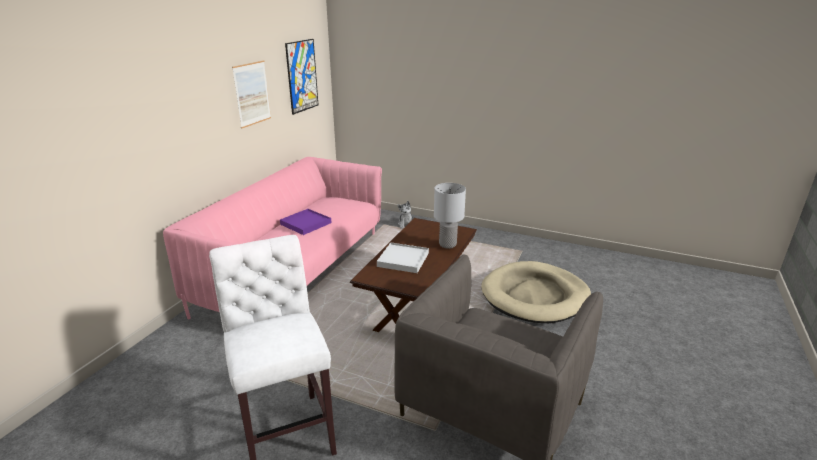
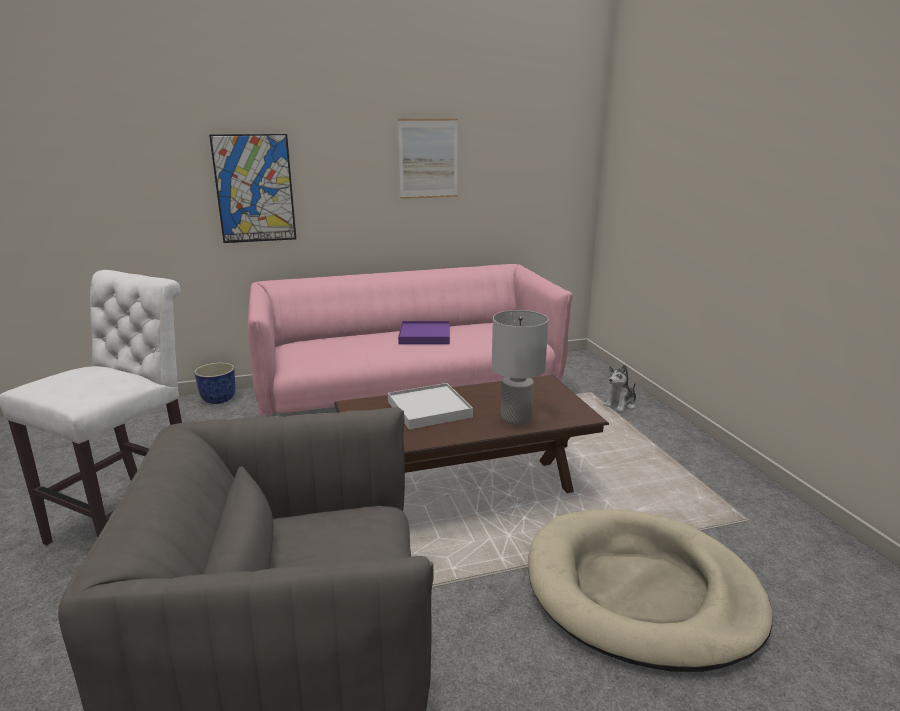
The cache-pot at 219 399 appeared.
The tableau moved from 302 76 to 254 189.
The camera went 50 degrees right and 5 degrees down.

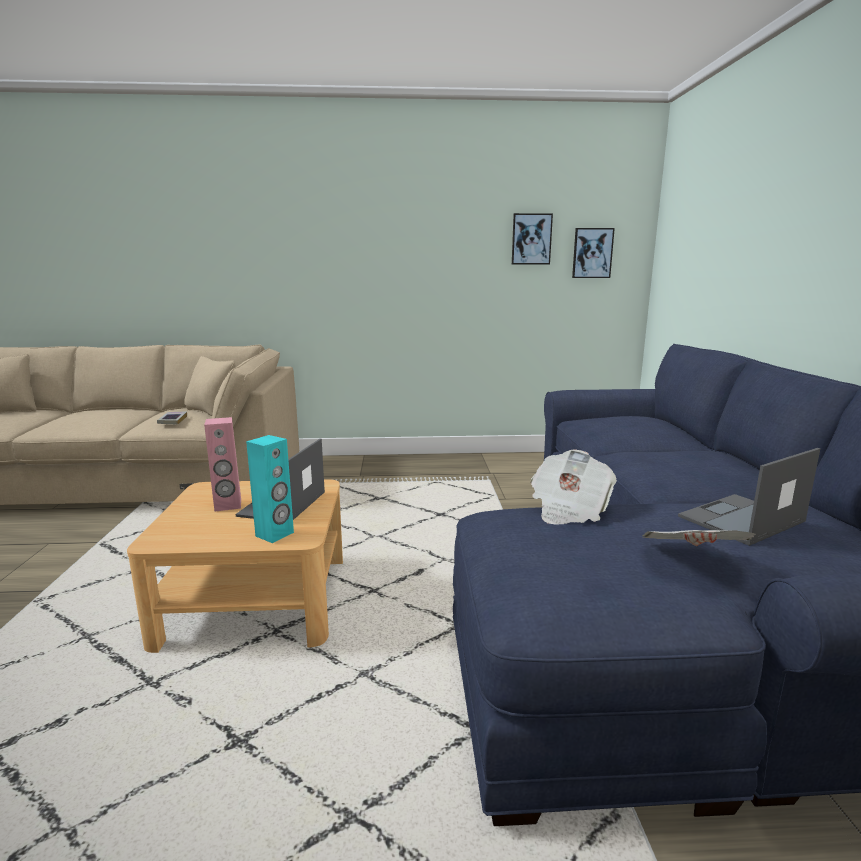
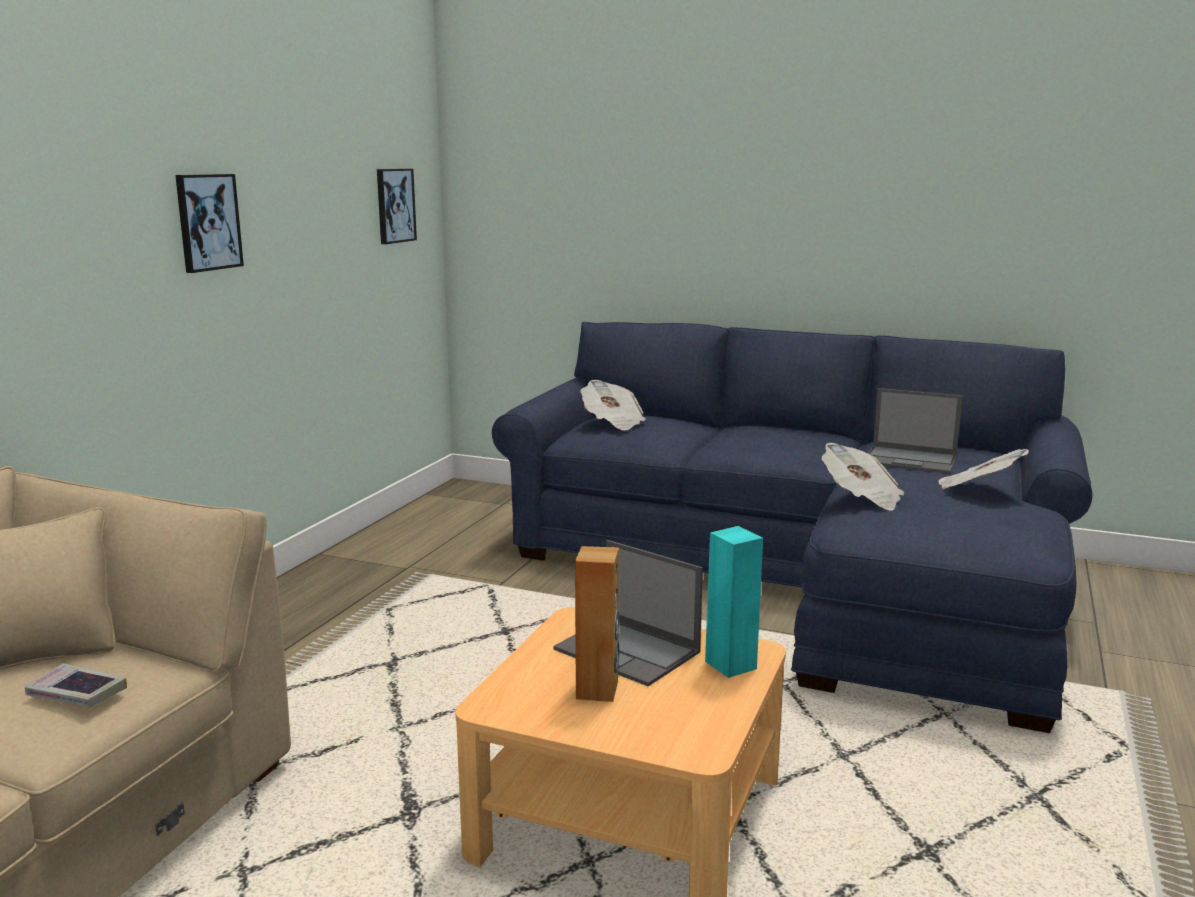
The tableau moved from 531 239 to 208 222.
The enceinte/rose at 228 505 became the enceinte/marron at 598 690.
The journal at 613 422 appeared.
The ordinateur portable at 741 519 turned 60 degrees counterclockwise.
The camera went 65 degrees left and 0 degrees up.

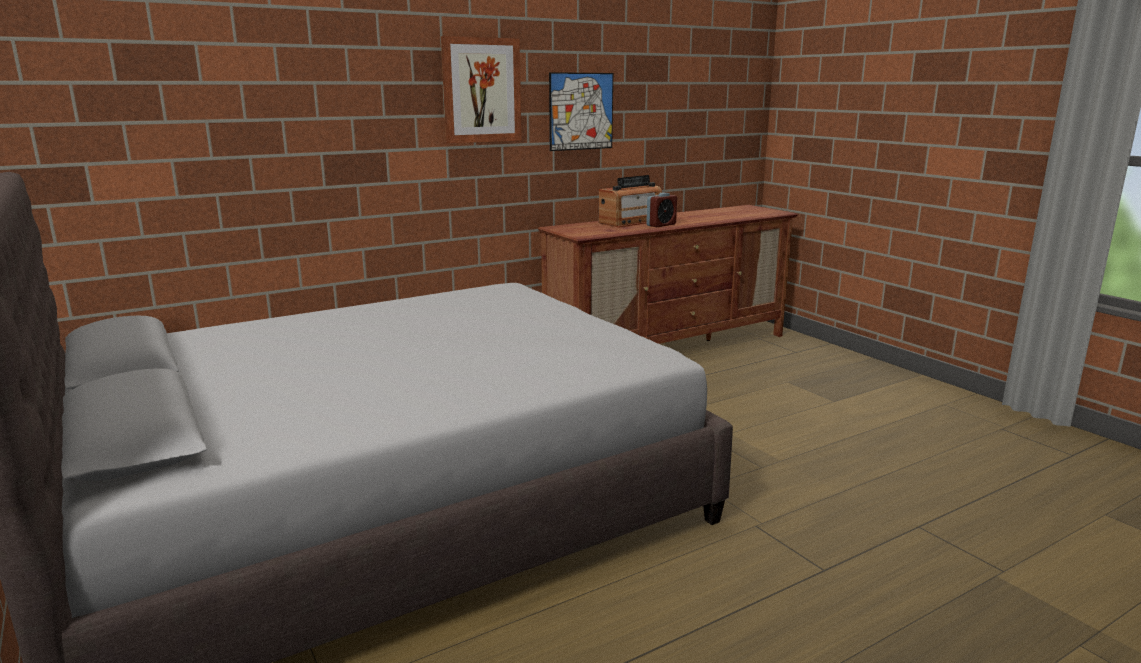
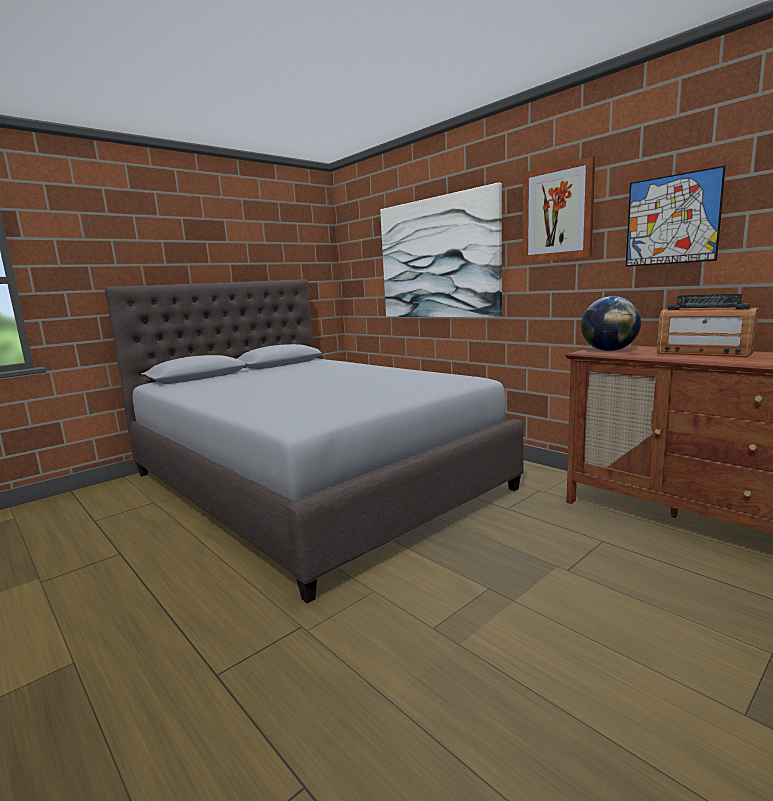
The tableau at 437 258 appeared.
The globe at 608 350 appeared.
The réveil at 661 225 disappeared.
The camera went 80 degrees right and 5 degrees down.

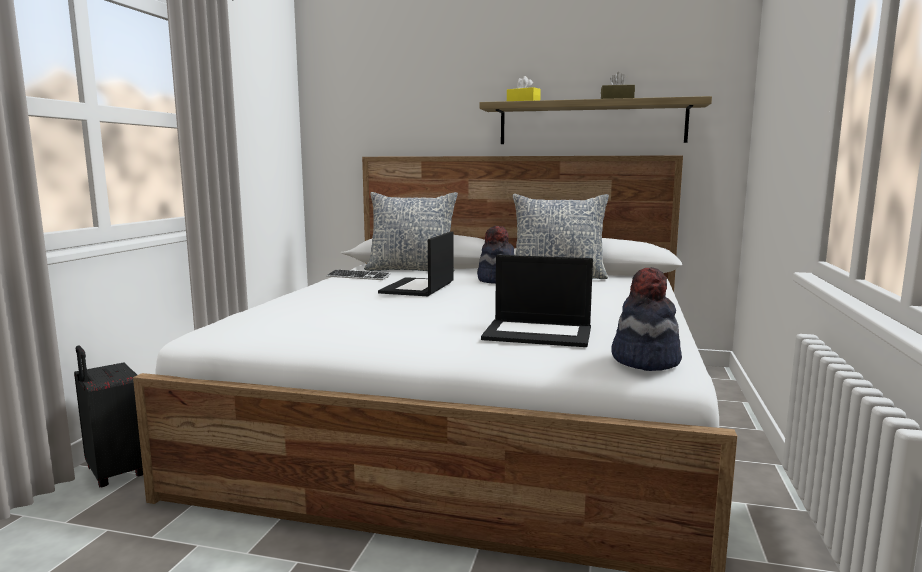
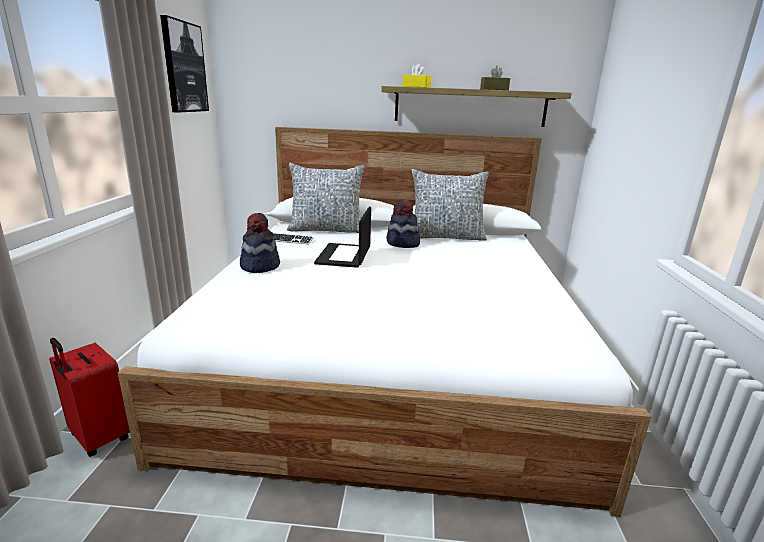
The valise/noir at 114 473 became the valise/rouge at 98 438.
The tableau at 184 67 appeared.
The chapeau moved from 644 360 to 259 266.
The ordinateur portable at 539 333 disappeared.
The camera went 10 degrees left and 10 degrees up.

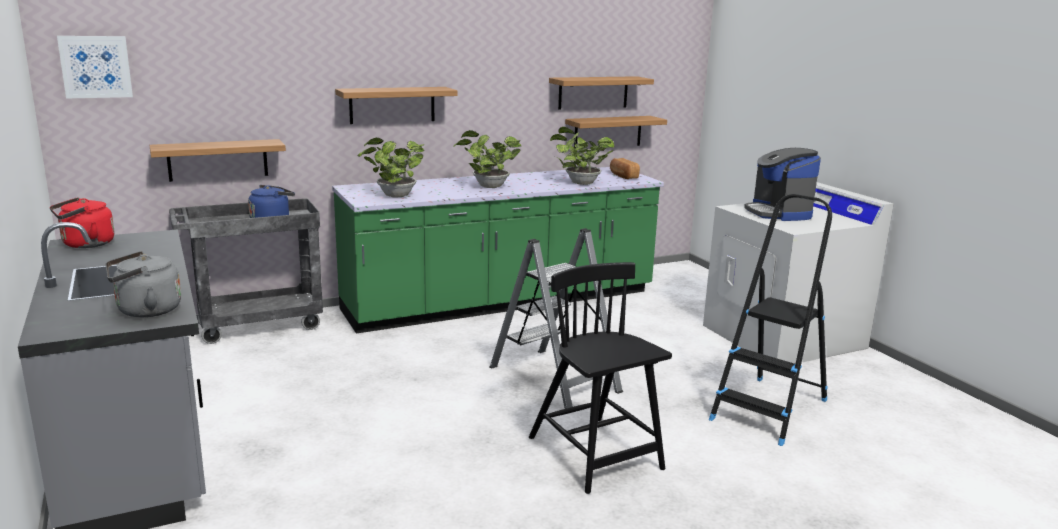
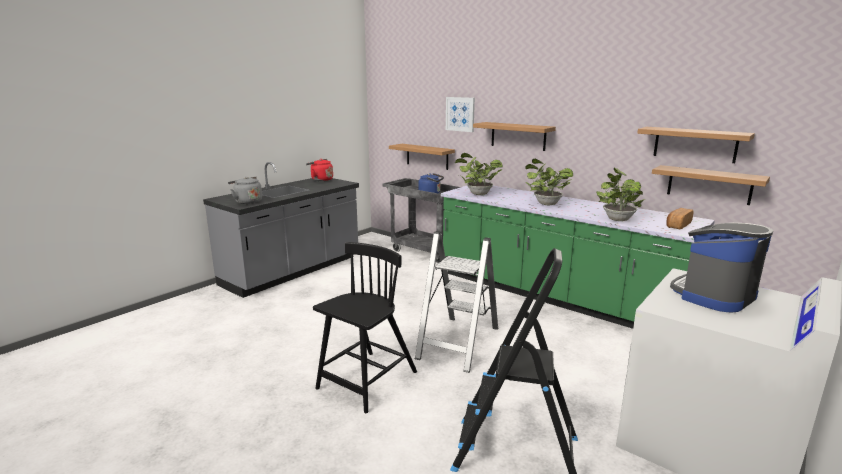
The tableau moved from 96 67 to 460 114.
The camera went 65 degrees right and 0 degrees up.

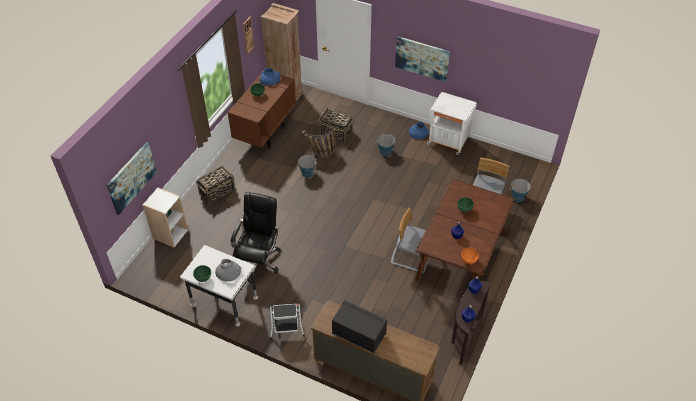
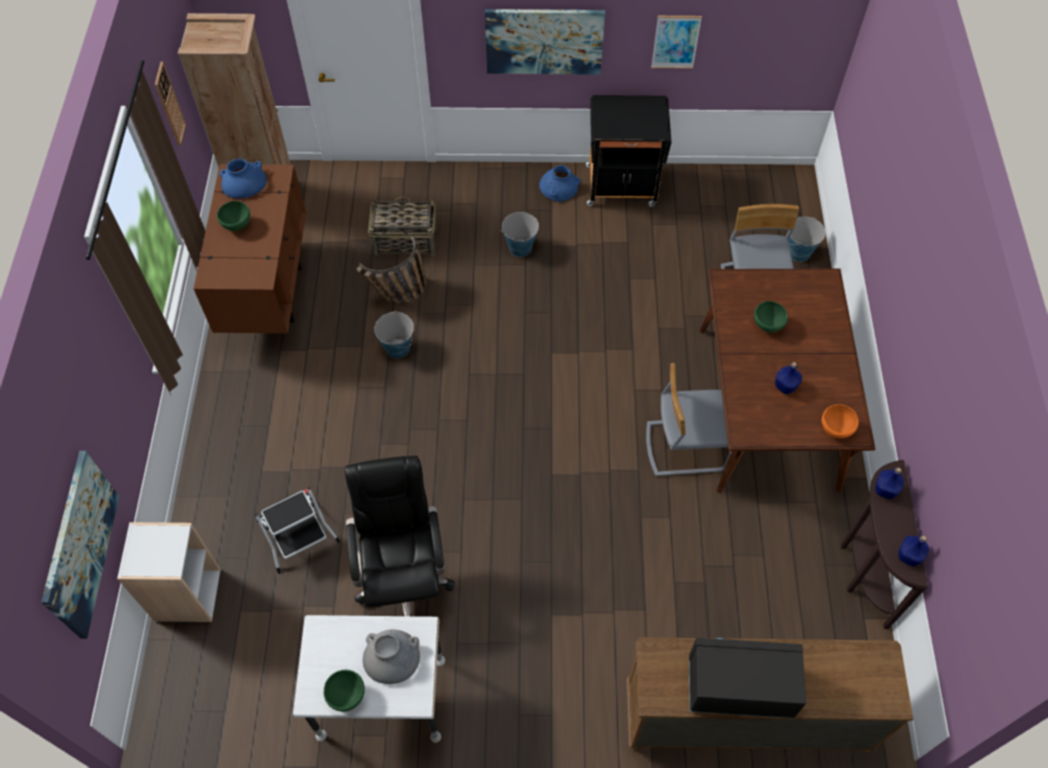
The escabeau moved from 286 325 to 297 533.
The chariot/blanc at 448 142 became the chariot/noir at 622 186.
The tableau at 675 42 appeared.
The panier at 217 191 disappeared.
The camera went 25 degrees left and 10 degrees up.

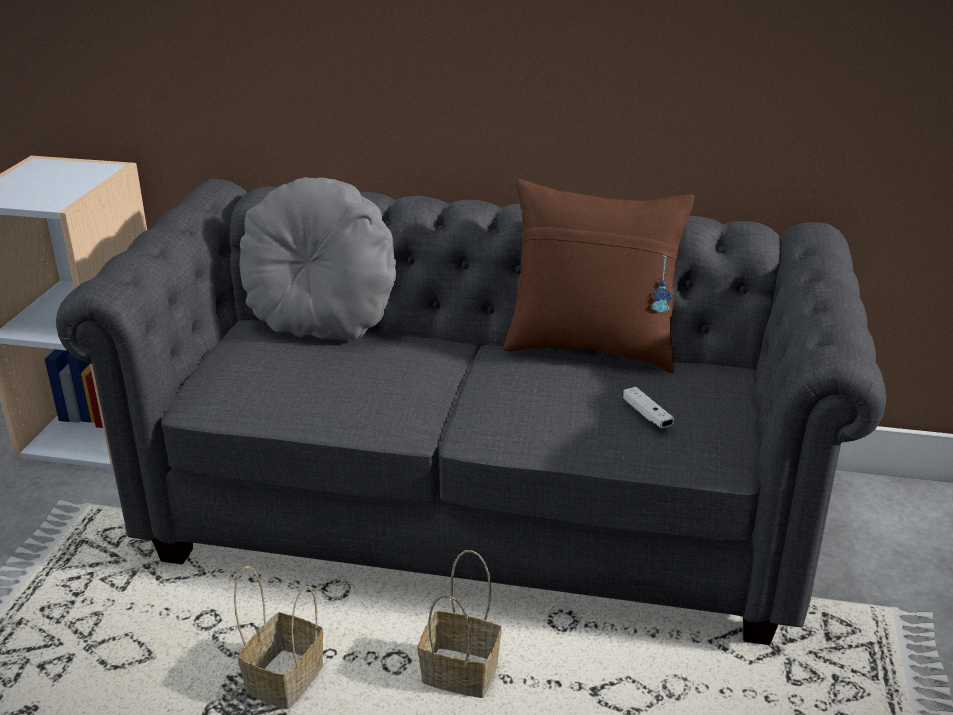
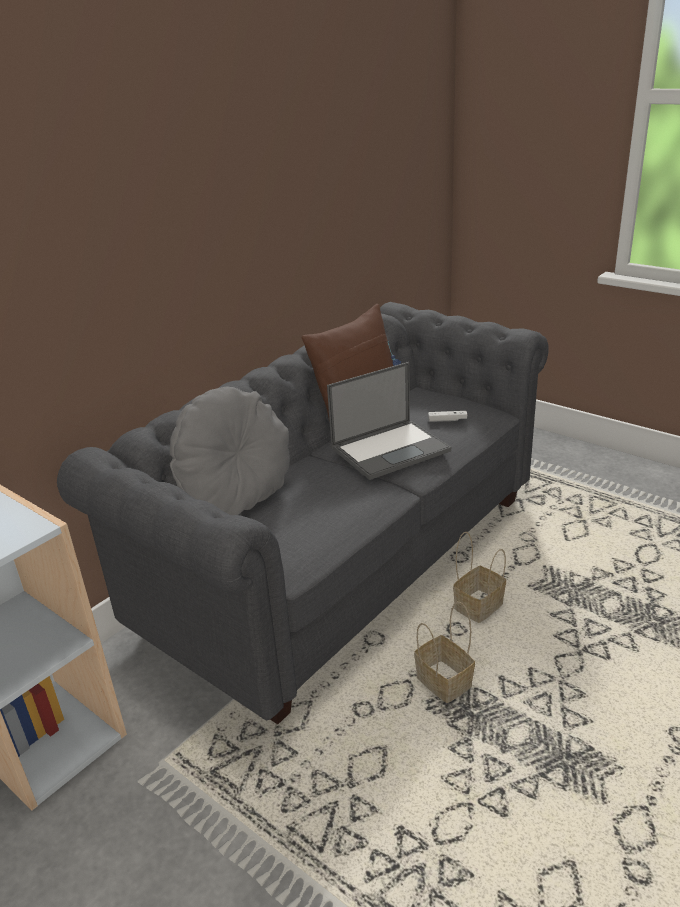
The ordinateur portable at 391 449 appeared.
The camera went 60 degrees left and 0 degrees up.

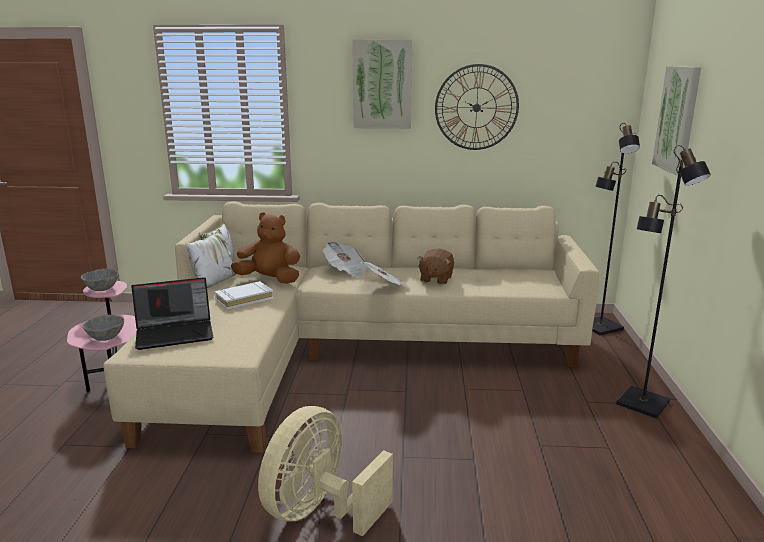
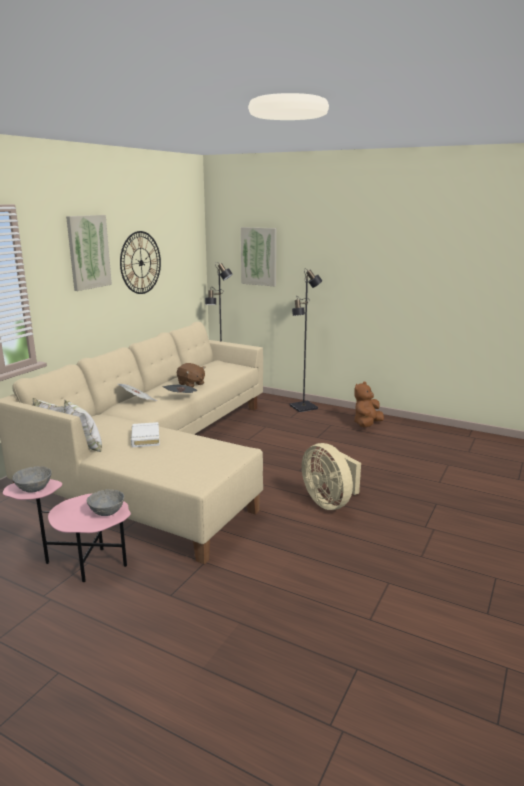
The peluche/marron moved from 270 280 to 367 424.
The ordinateur portable at 176 333 disappeared.
The camera went 65 degrees left and 0 degrees up.

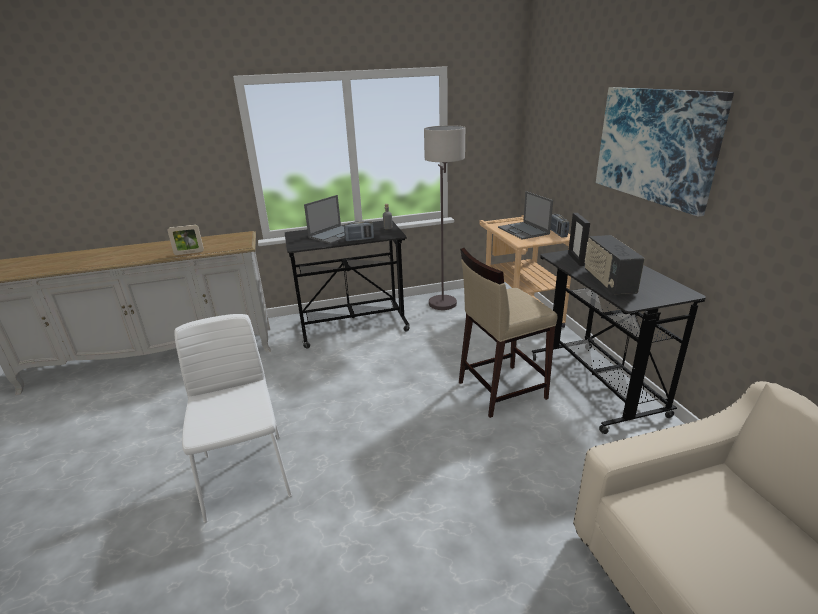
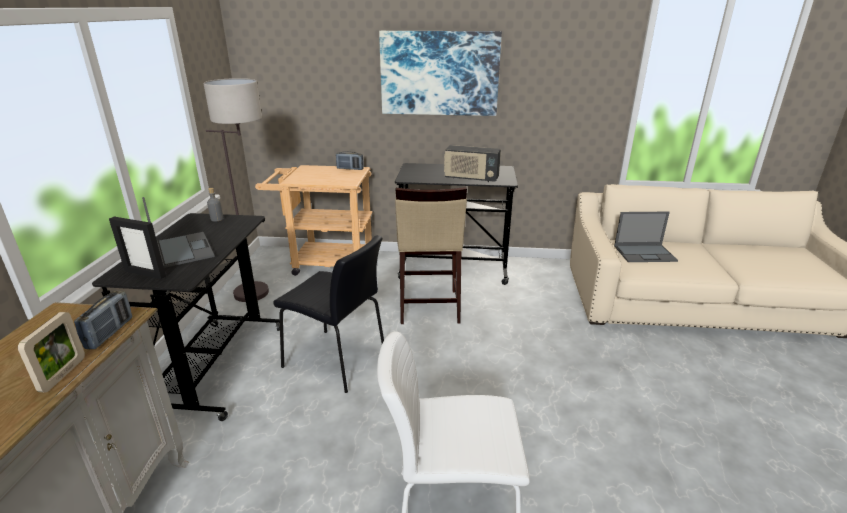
The radio moved from 359 239 to 110 333.
The cadre photo moved from 576 259 to 146 273.
The chaise/noir at 338 361 appeared.
The ordinateur portable moved from 523 231 to 645 253.
The camera went 70 degrees left and 0 degrees up.

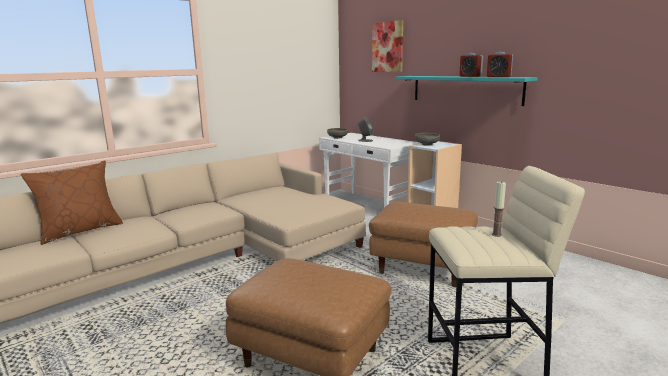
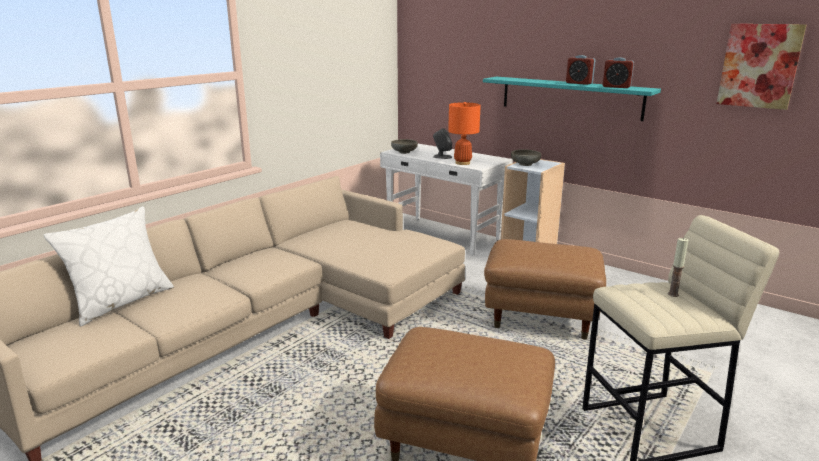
The coussin/marron at 80 231 became the coussin/blanc at 121 301.
The lampe de table/orange at 462 163 appeared.
The tableau moved from 387 47 to 759 66.
The camera went 10 degrees left and 5 degrees up.

